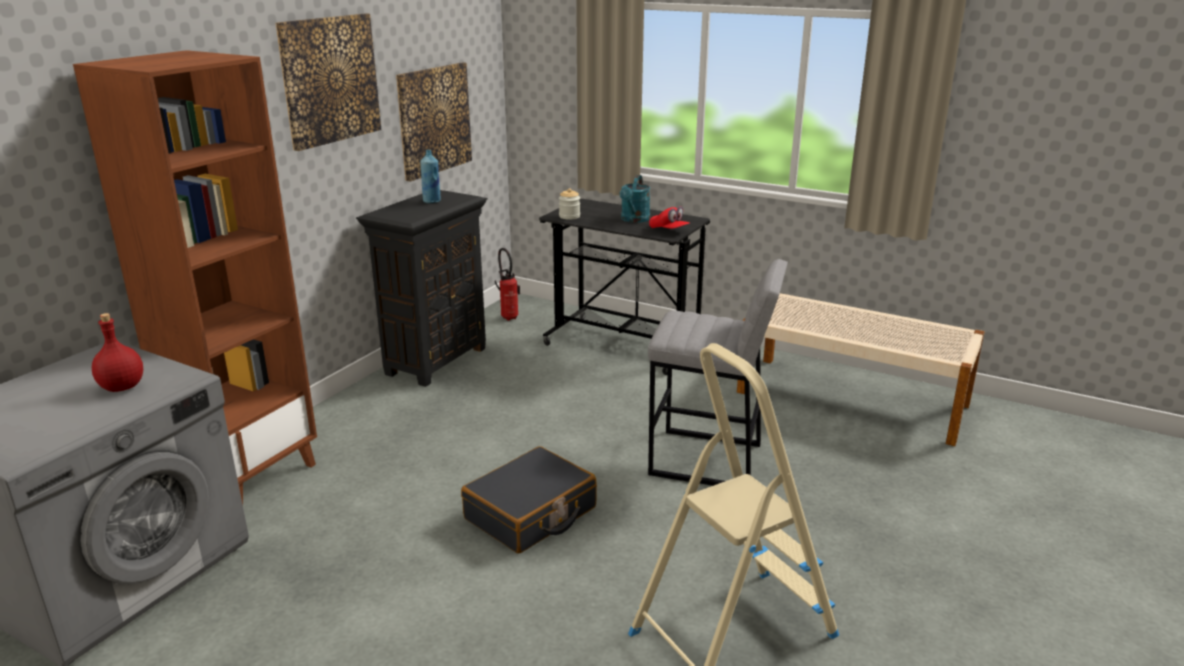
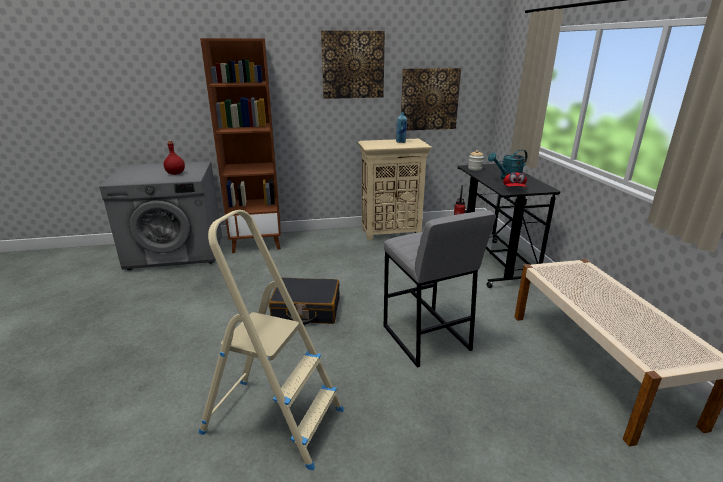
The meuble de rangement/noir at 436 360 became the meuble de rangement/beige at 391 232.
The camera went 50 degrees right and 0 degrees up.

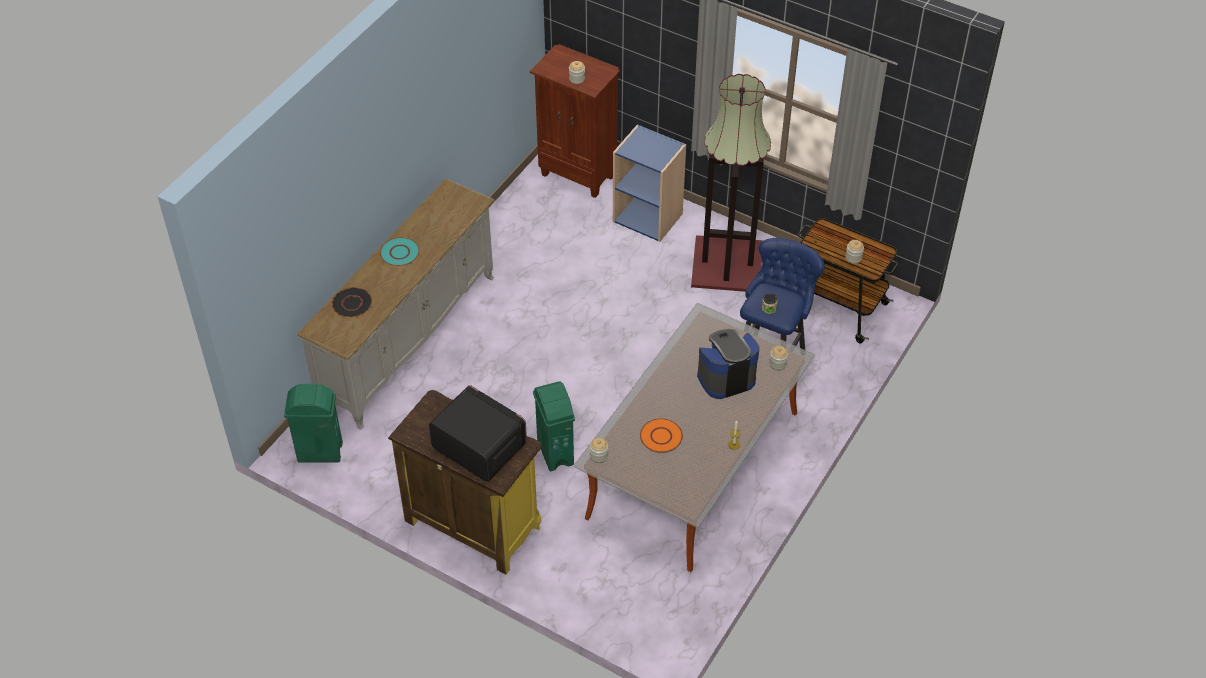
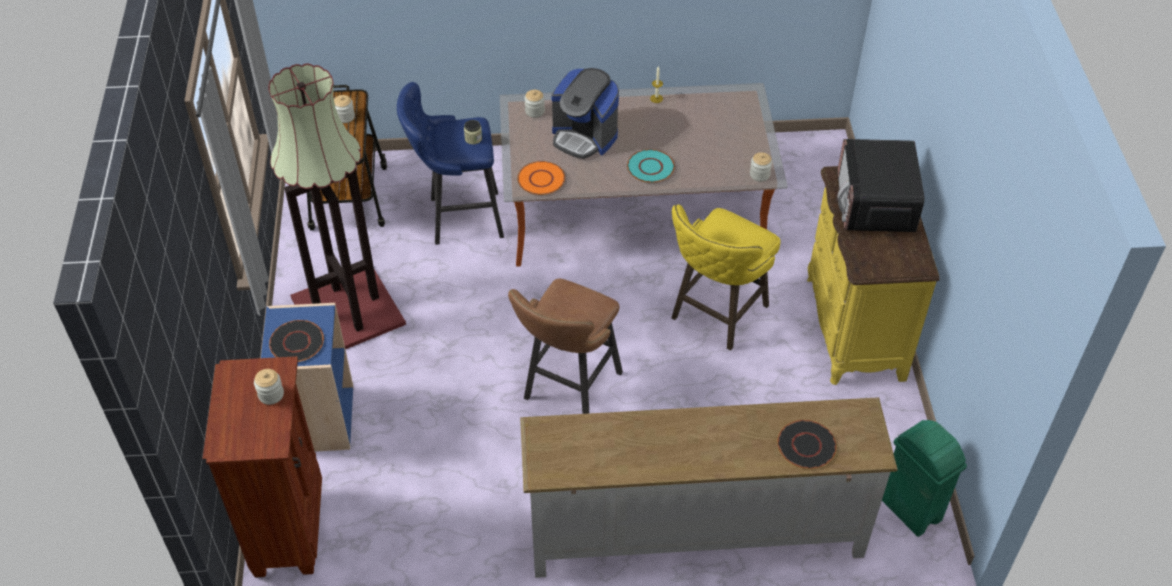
The assiette/noir at 296 342 appeared.
The tabouret/marron at 567 394 appeared.
The assiette/orange moved from 661 436 to 541 179.
The assiette/turquoise moved from 400 252 to 650 167.
The poubelle/vert at 555 452 was replaced by the tabouret/jaune at 717 315.
The camera went 125 degrees left and 0 degrees up.

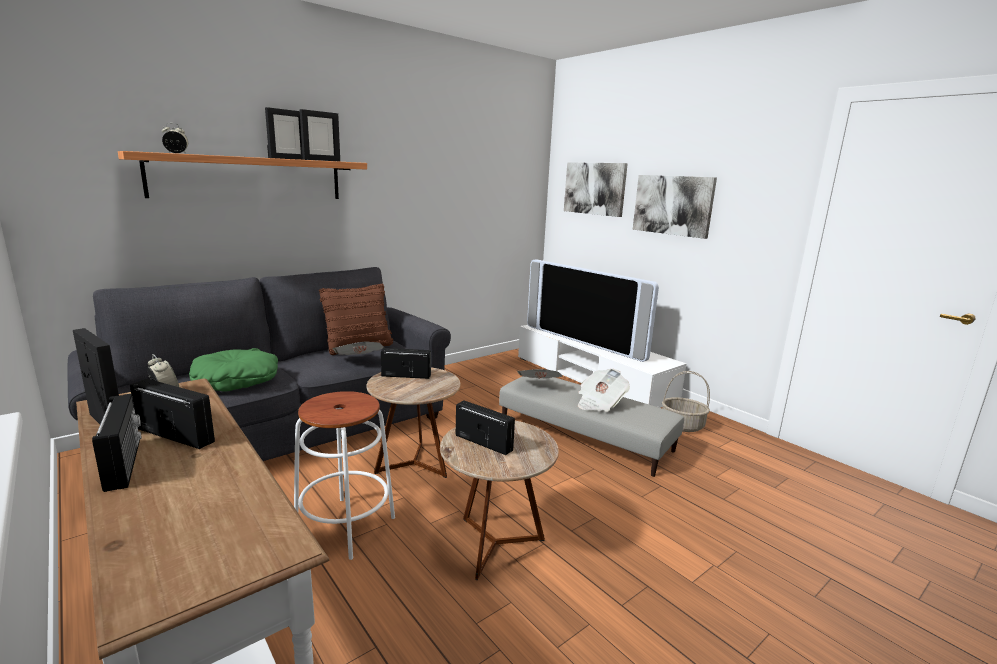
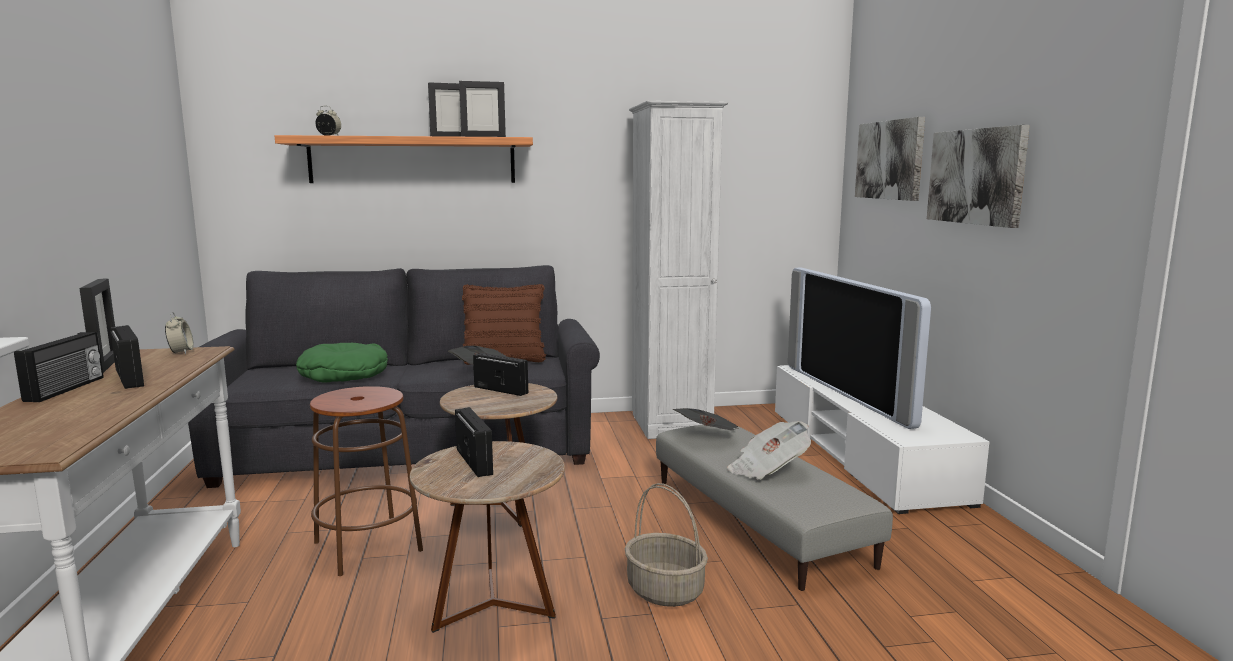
The tabouret/blanc at 346 526 became the tabouret/marron at 368 546.
The panier moved from 682 425 to 666 591.
The meuble de rangement/blanc at 672 424 appeared.
The camera went 30 degrees right and 5 degrees down.

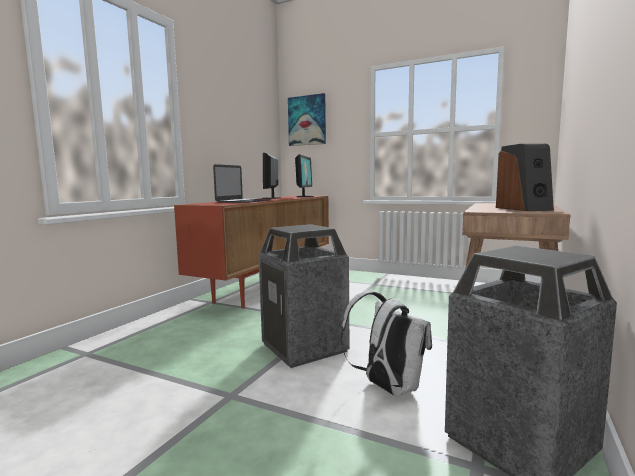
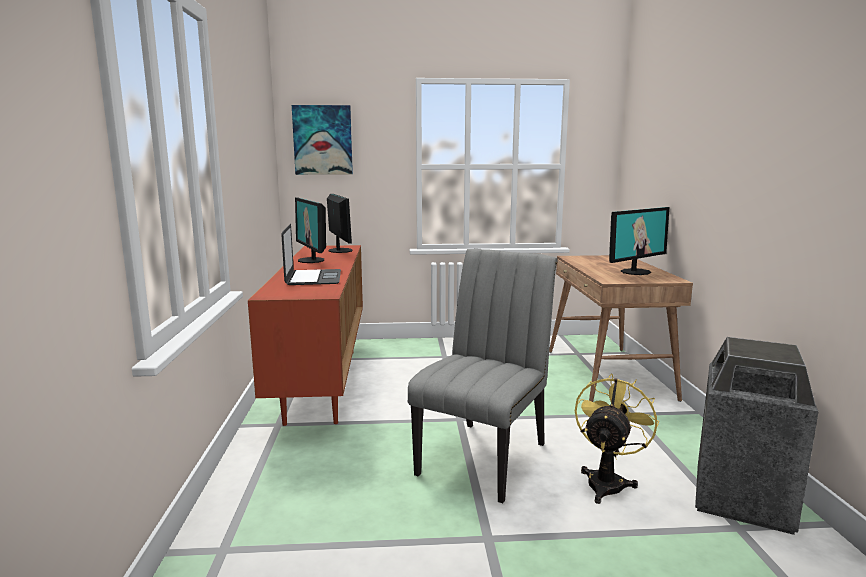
The poubelle at 305 348 was replaced by the chaise/gris at 483 460.
The sac à dos/blanc at 387 387 was replaced by the ventilateur/jaune at 607 481.
The enceinte at 523 209 was replaced by the écran d'ordinateur at 635 272.
The camera went 30 degrees left and 5 degrees up.

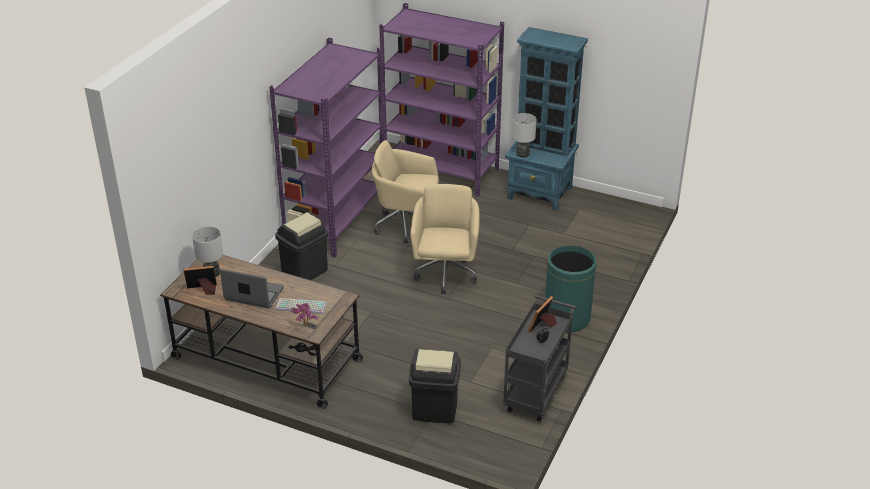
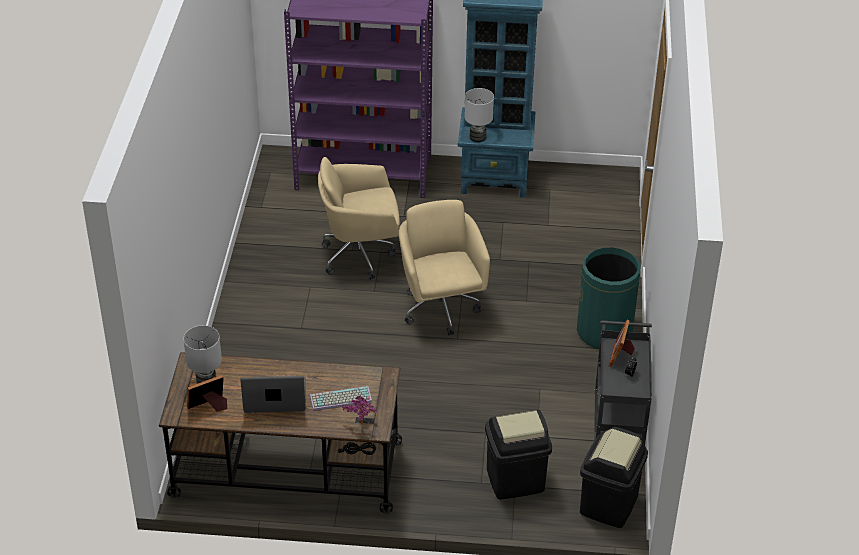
The poubelle/noir moved from 305 271 to 609 505.
The bibliothèque/violet at 336 220 disappeared.
The camera went 20 degrees left and 5 degrees up.

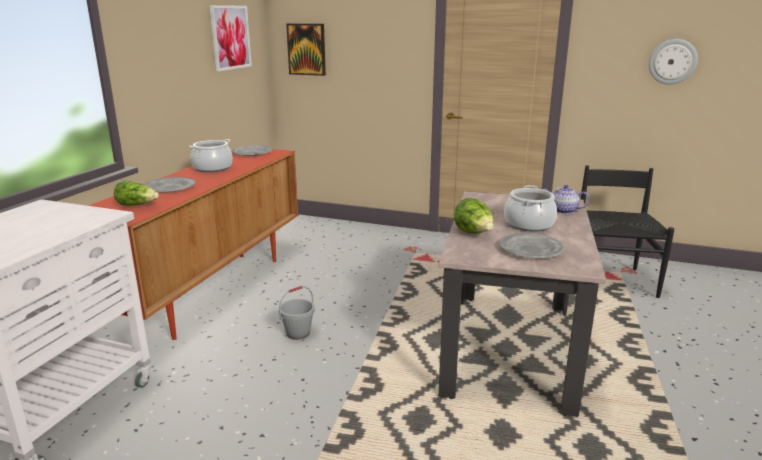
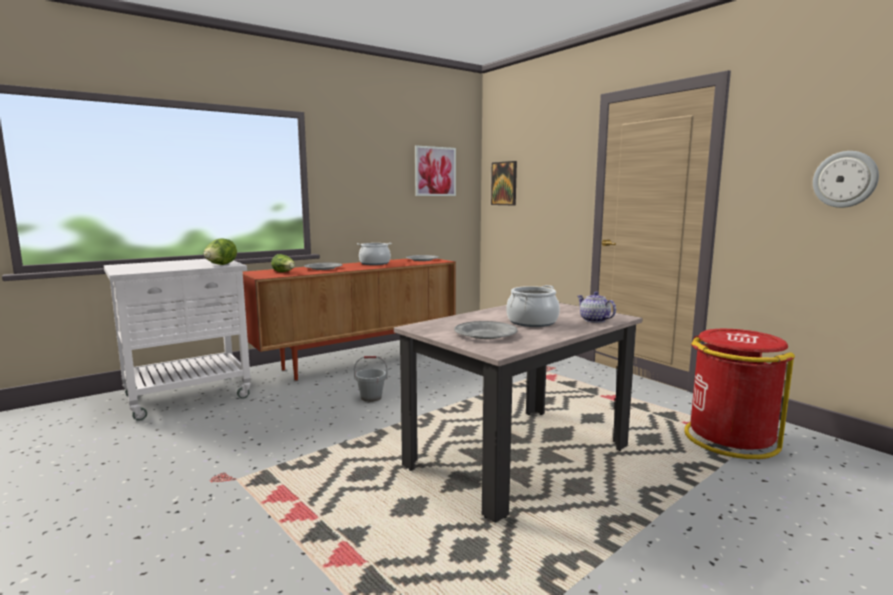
The laitue moved from 473 234 to 220 265.
The chaise/noir at 610 280 was replaced by the poubelle/rouge at 729 439.
The camera went 35 degrees right and 10 degrees down.

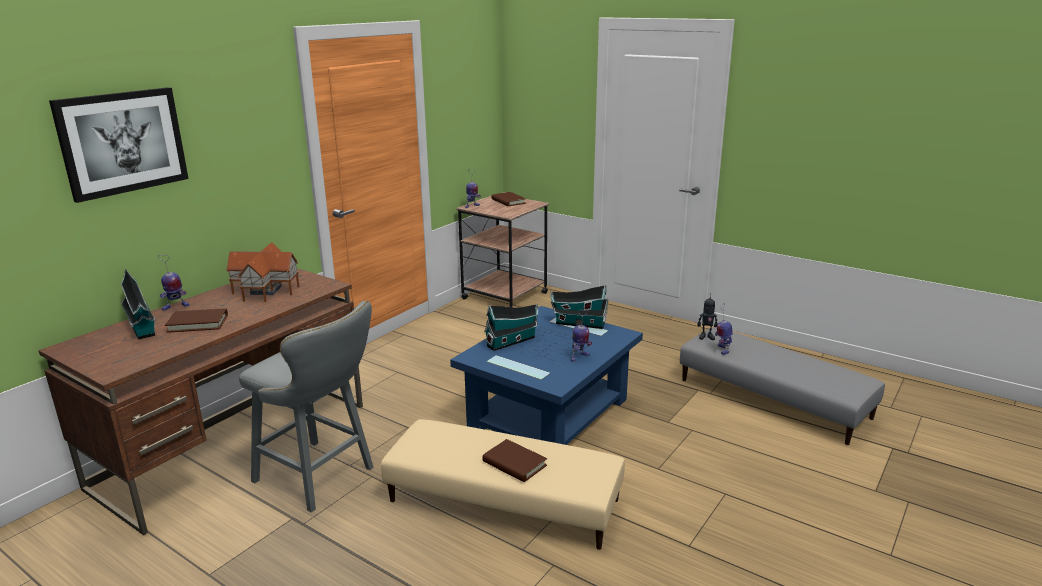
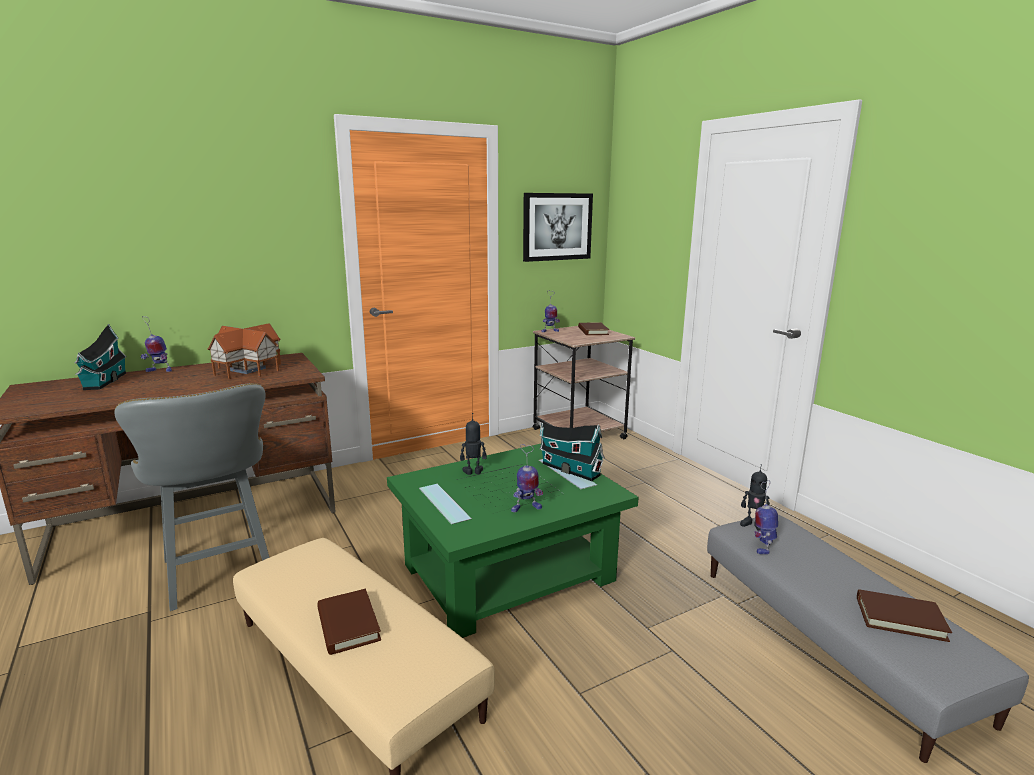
The table basse/bleu at 549 413 became the table basse/vert at 508 572.
The maison miniature at 512 341 was replaced by the robot jouet at 473 472.
The tableau moved from 122 142 to 557 226.
The livre/marron moved from 198 323 to 900 618.
The camera went 25 degrees right and 5 degrees down.

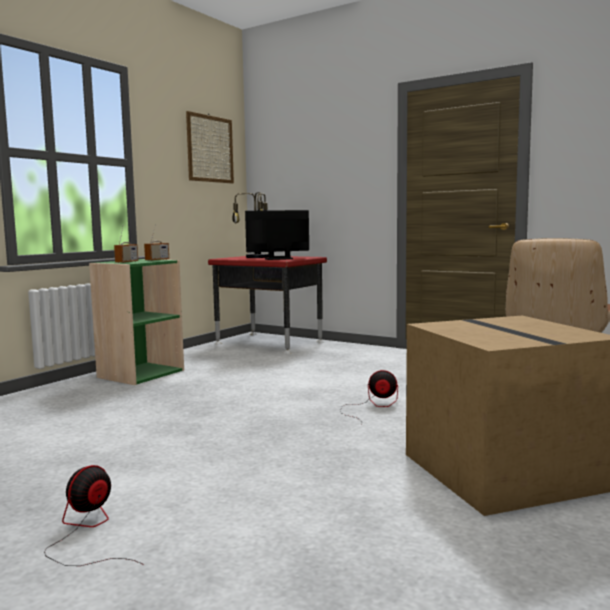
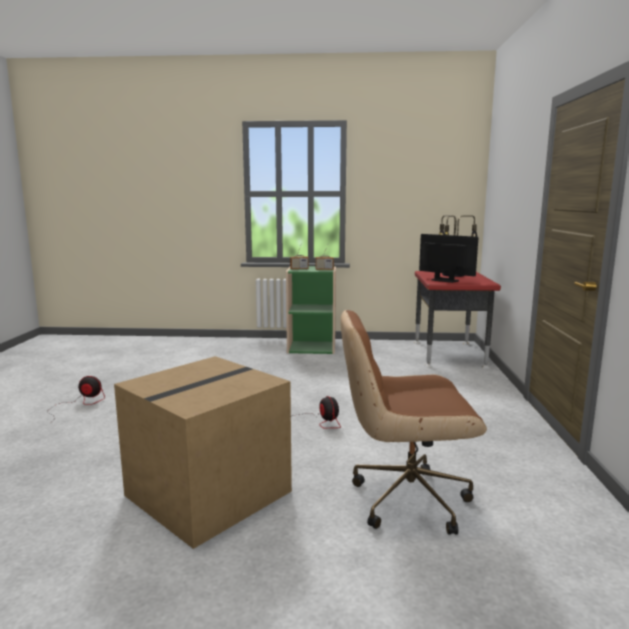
The tableau at 210 148 disappeared.
The camera went 60 degrees right and 5 degrees up.

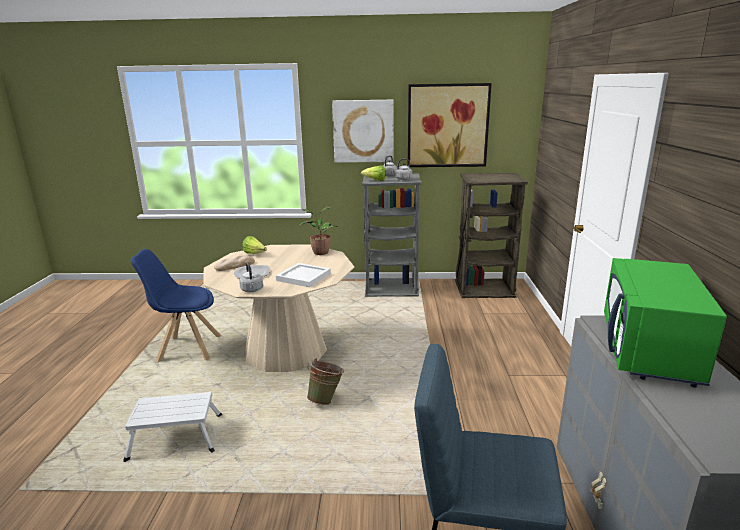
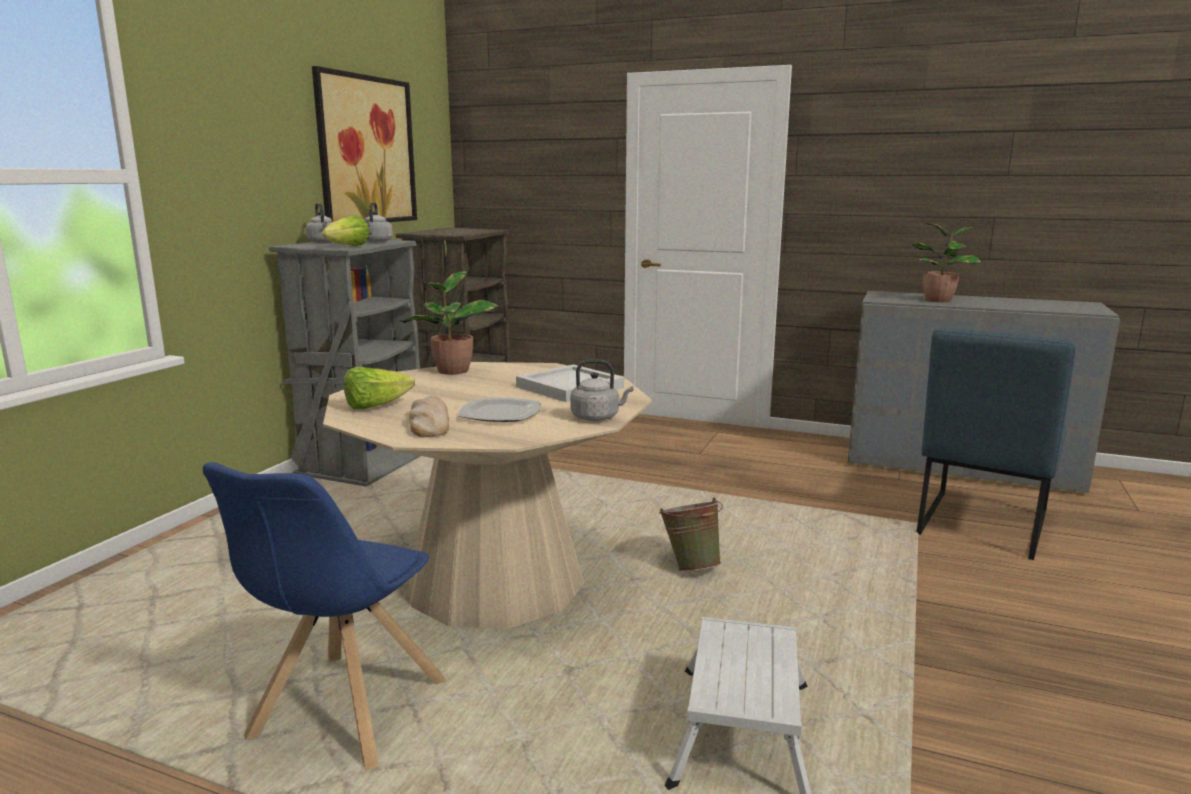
The micro-ondes/vert at 649 350 was replaced by the plante en pot at 940 300.
The tableau at 363 131 disappeared.
The camera went 70 degrees left and 5 degrees down.

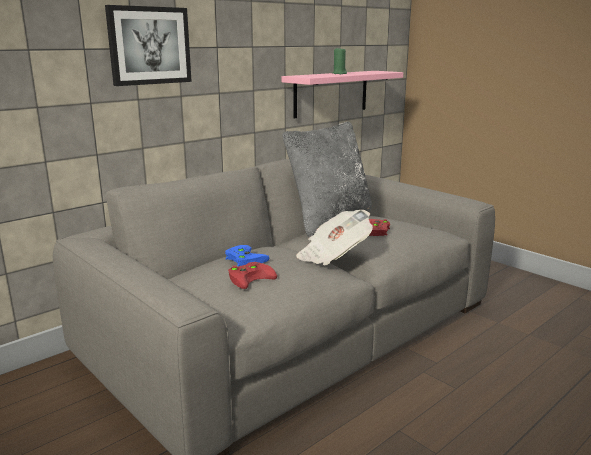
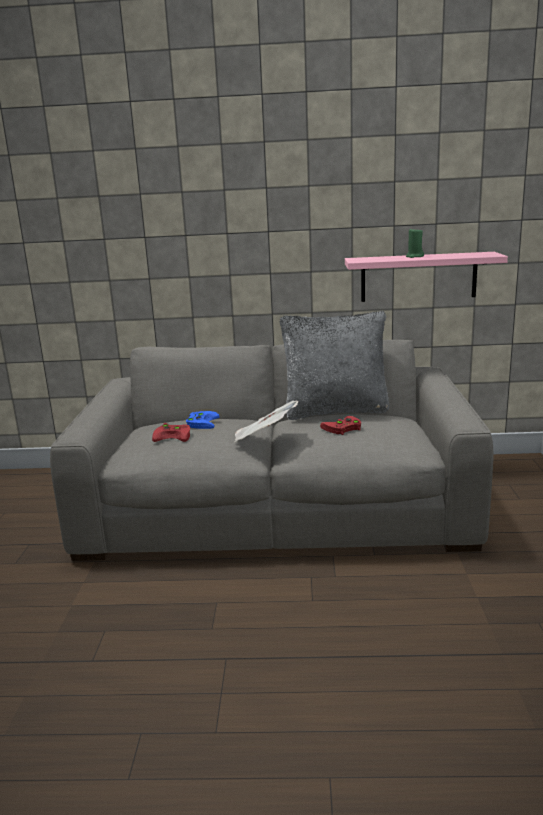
The tableau at 149 45 disappeared.
The camera went 45 degrees right and 0 degrees up.

